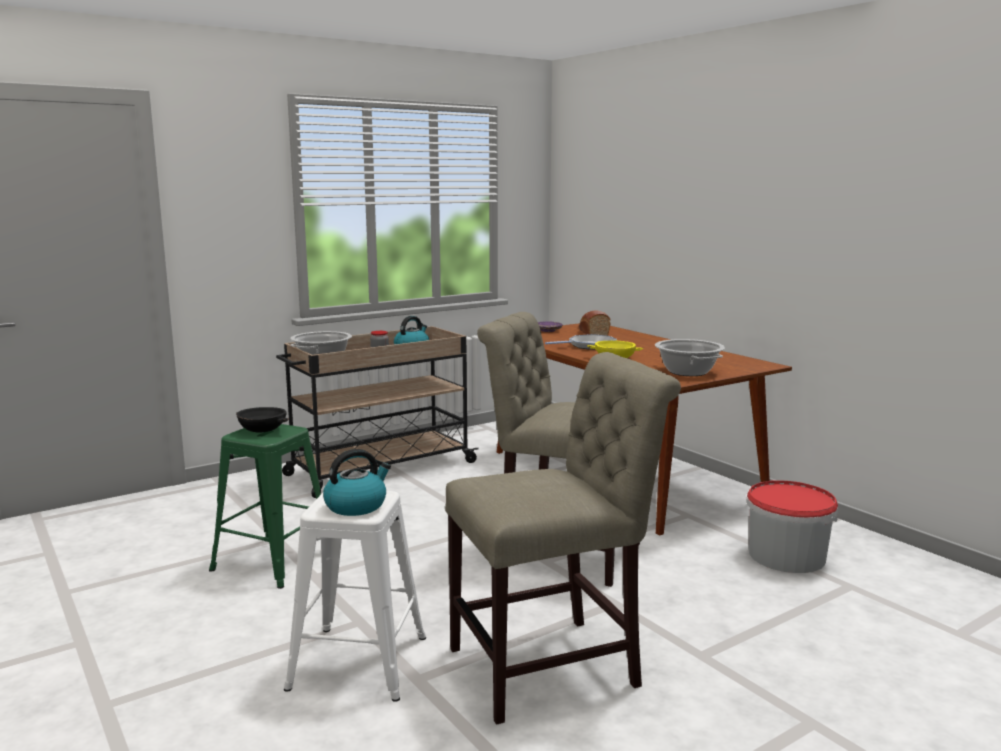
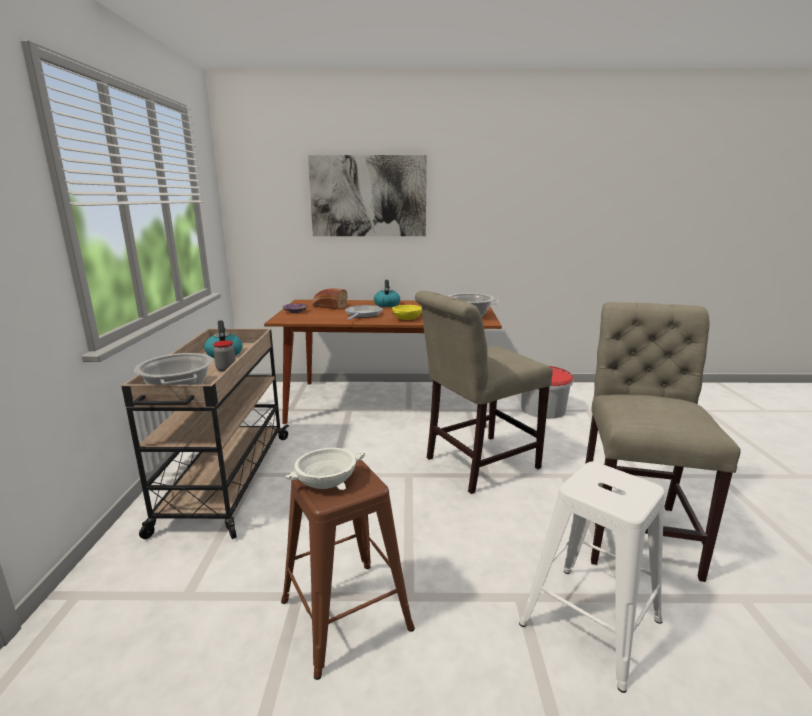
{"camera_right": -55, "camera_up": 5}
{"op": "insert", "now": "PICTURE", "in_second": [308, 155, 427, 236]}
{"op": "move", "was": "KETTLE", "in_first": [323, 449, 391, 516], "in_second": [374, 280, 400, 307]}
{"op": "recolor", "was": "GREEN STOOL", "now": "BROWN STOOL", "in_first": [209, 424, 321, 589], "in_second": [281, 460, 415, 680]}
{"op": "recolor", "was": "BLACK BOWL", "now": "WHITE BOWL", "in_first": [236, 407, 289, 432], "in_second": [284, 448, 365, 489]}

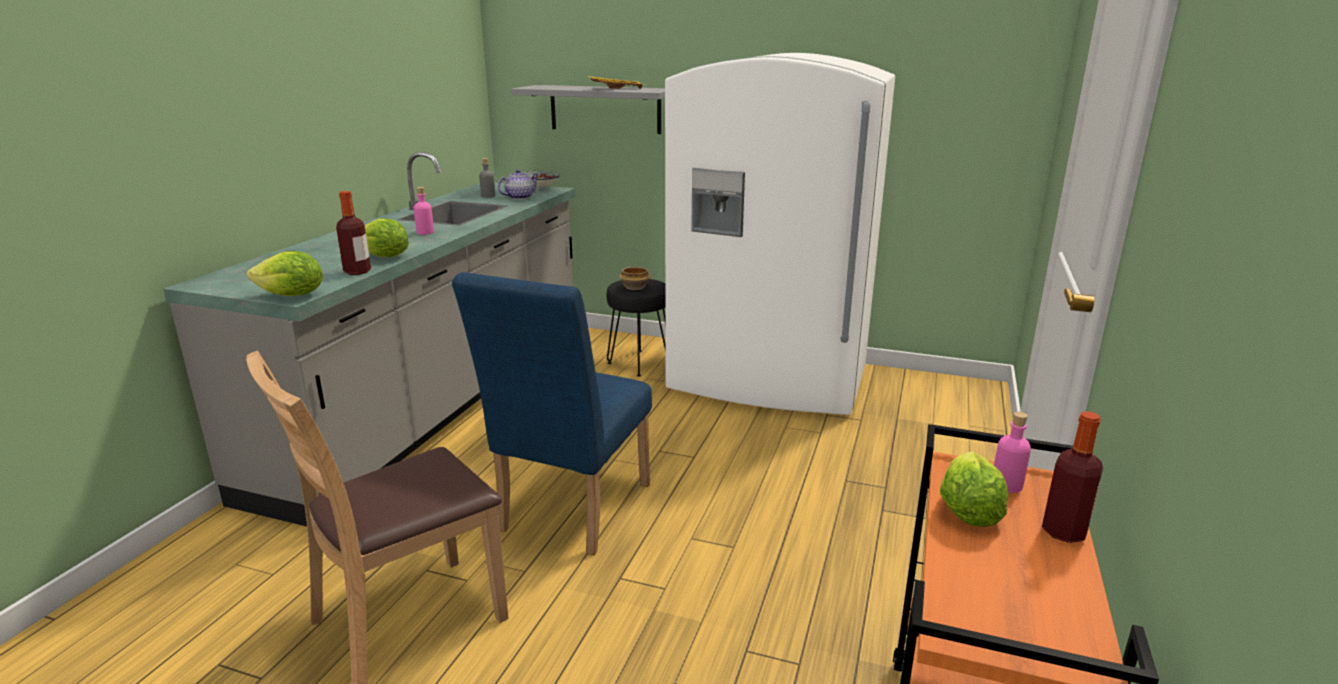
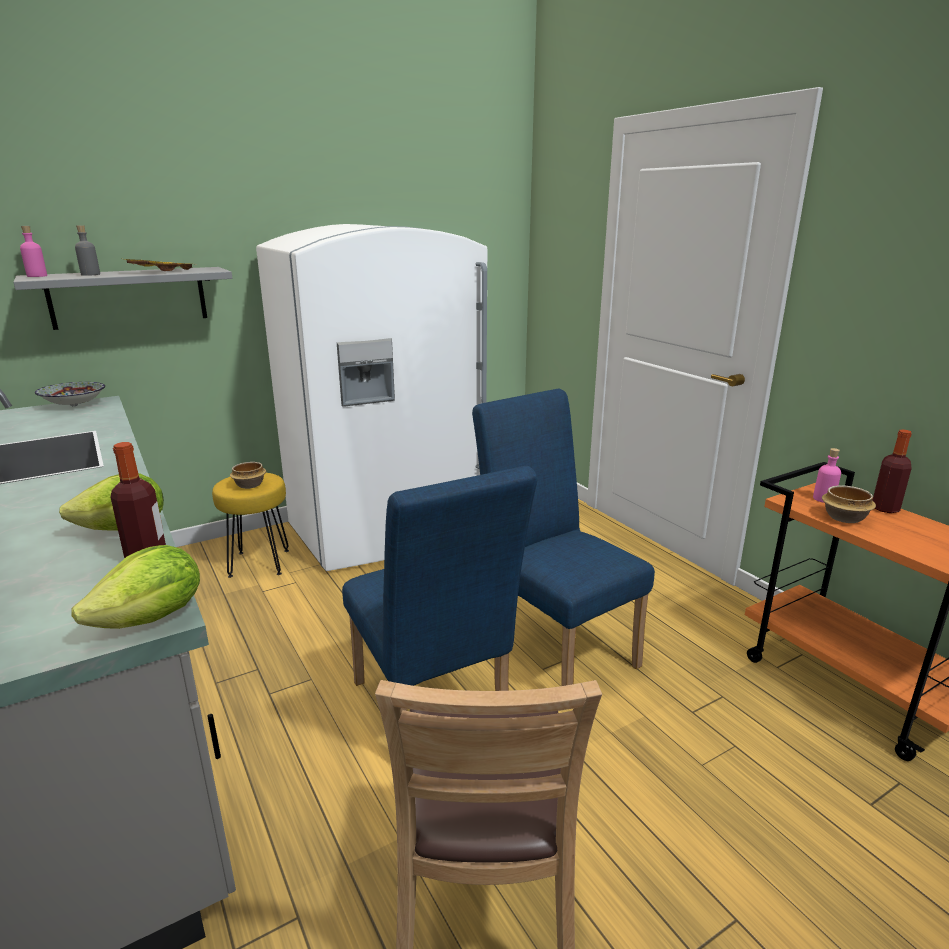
{"camera_right": -50, "camera_up": 0}
{"op": "delete", "was": "TEAPOT", "in_first": [498, 169, 538, 200]}
{"op": "insert", "now": "BLUE CHAIR", "in_second": [472, 388, 655, 686]}
{"op": "move", "was": "PINK BOTTLE", "in_first": [414, 187, 434, 235], "in_second": [20, 226, 47, 277]}
{"op": "move", "was": "GREY BOTTLE", "in_first": [479, 158, 495, 198], "in_second": [75, 225, 100, 276]}
{"op": "replace", "was": "LETTUCE", "now": "BOWL", "in_first": [940, 451, 1008, 527], "in_second": [822, 485, 876, 523]}
{"op": "recolor", "was": "BLACK STOOL", "now": "YELLOW STOOL", "in_first": [607, 279, 666, 377], "in_second": [212, 473, 289, 578]}

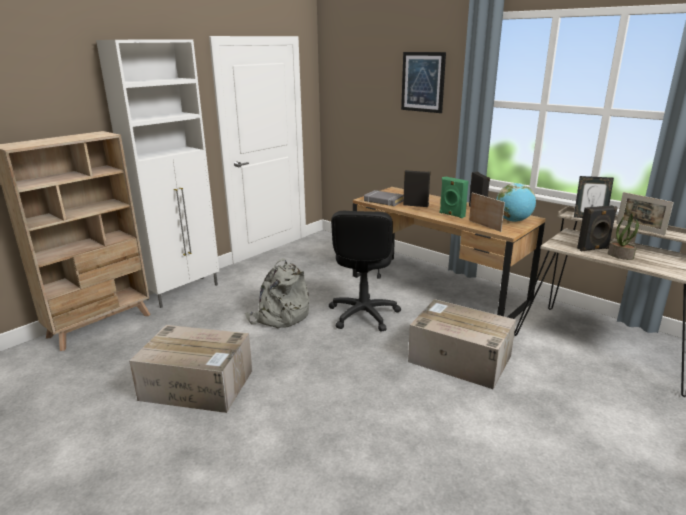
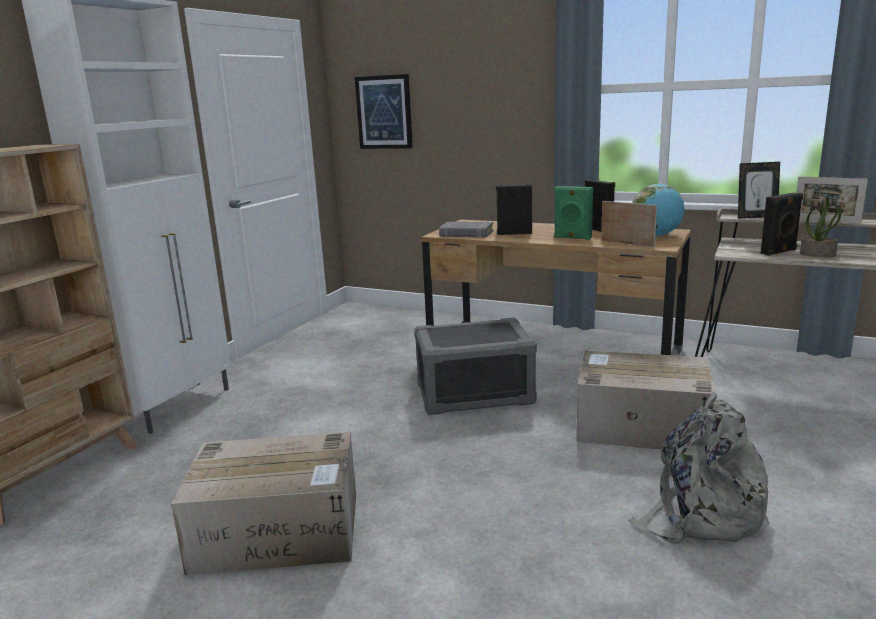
{"camera_right": -15, "camera_up": -5}
{"op": "move", "was": "GREY BACKPACK", "in_first": [245, 258, 310, 328], "in_second": [628, 392, 769, 544]}
{"op": "move", "was": "PICTURE", "in_first": [401, 52, 446, 113], "in_second": [355, 74, 413, 149]}
{"op": "replace", "was": "BLACK OFFICE CHAIR", "now": "GREY STORAGE BOX", "in_first": [329, 211, 401, 331], "in_second": [414, 317, 537, 415]}

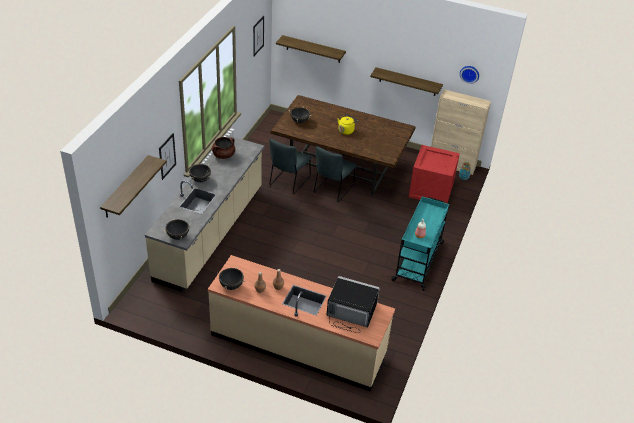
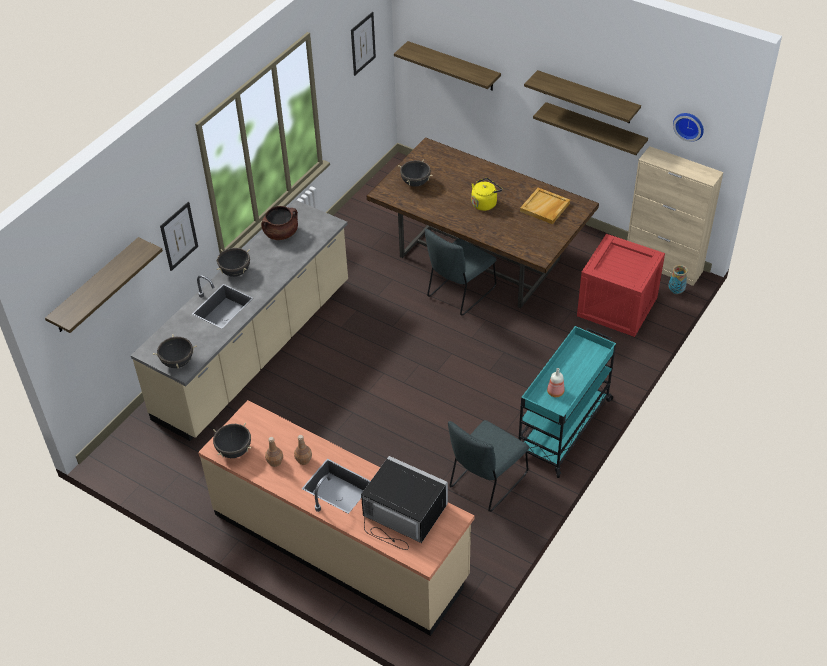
{"camera_right": 15, "camera_up": 5}
{"op": "insert", "now": "BEIGE TRAY", "in_second": [520, 188, 570, 224]}
{"op": "insert", "now": "SHELF", "in_second": [524, 70, 641, 124]}
{"op": "move", "was": "GREY CHAIR", "in_first": [269, 139, 312, 194], "in_second": [448, 420, 529, 512]}

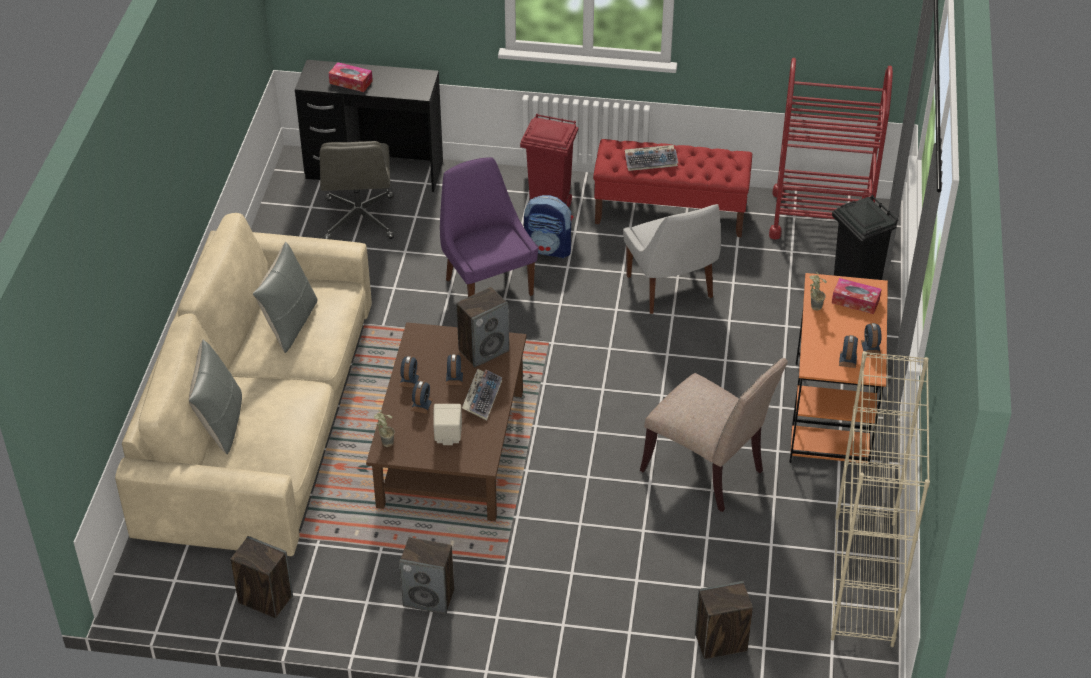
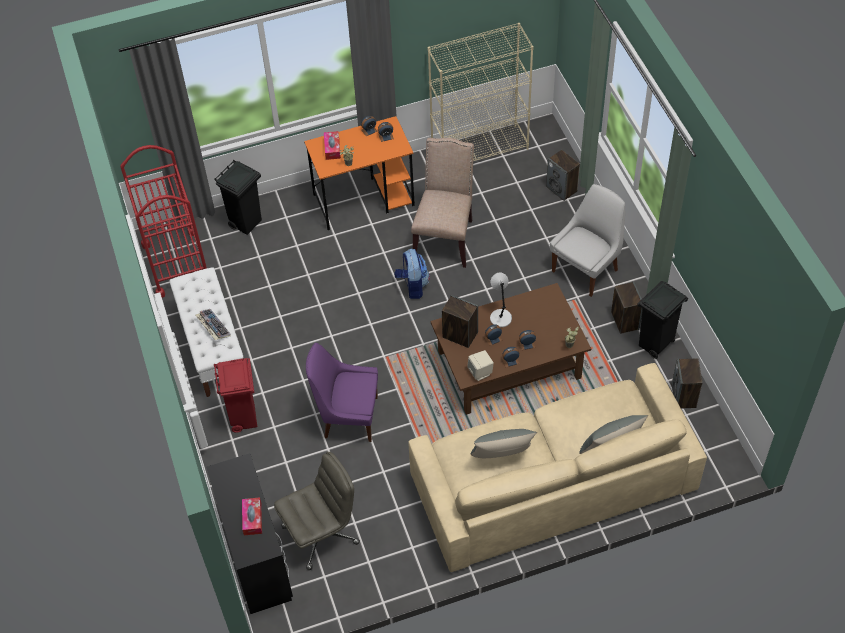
{"camera_right": -115, "camera_up": 10}
{"op": "insert", "now": "BLACK TRASH CAN", "in_second": [637, 281, 688, 359]}
{"op": "move", "was": "BEIGE SPEAKER", "in_first": [433, 404, 462, 445], "in_second": [467, 350, 494, 381]}
{"op": "move", "was": "BACKPACK", "in_first": [524, 195, 573, 258], "in_second": [394, 249, 430, 299]}
{"op": "move", "was": "WHITE CHAIR", "in_first": [623, 204, 721, 314], "in_second": [550, 184, 625, 297]}
{"op": "replace", "was": "KEYBOARD", "now": "GREY TABLE LAMP", "in_first": [462, 369, 502, 420], "in_second": [490, 273, 512, 327]}
{"op": "recolor", "was": "RED BENCH", "now": "WHITE BENCH", "in_first": [593, 139, 752, 237], "in_second": [169, 267, 244, 397]}
{"op": "rotate", "was": "PURPLE CHAIR", "in_first": [440, 157, 538, 297], "in_second": [306, 343, 378, 442], "clockwise": 60}

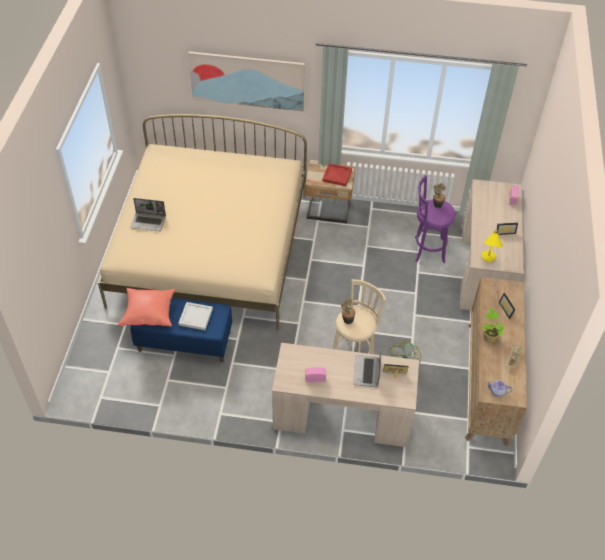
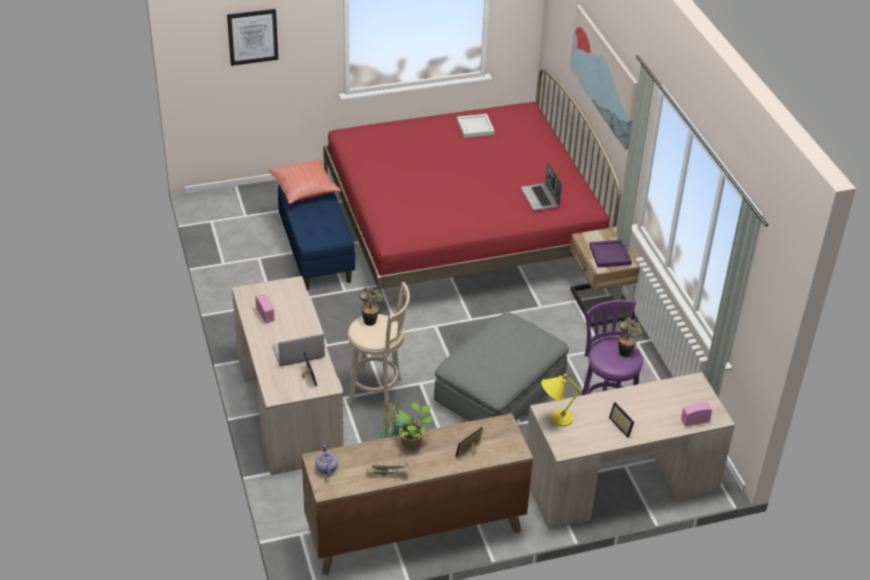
{"camera_right": 65, "camera_up": -10}
{"op": "insert", "now": "PICTURE", "in_second": [227, 9, 278, 66]}
{"op": "insert", "now": "GREY OTTOMAN", "in_second": [434, 312, 569, 421]}
{"op": "move", "was": "LAPTOP", "in_first": [131, 198, 166, 231], "in_second": [521, 163, 562, 210]}
{"op": "move", "was": "WHITE TRAY", "in_first": [178, 302, 213, 330], "in_second": [457, 114, 495, 138]}
{"op": "recolor", "was": "BEIGE BED", "now": "RED BED", "in_first": [98, 114, 307, 330], "in_second": [323, 68, 621, 314]}
{"op": "recolor", "was": "RED TRAY", "now": "PURPLE TRAY", "in_first": [322, 163, 352, 186], "in_second": [590, 240, 632, 268]}

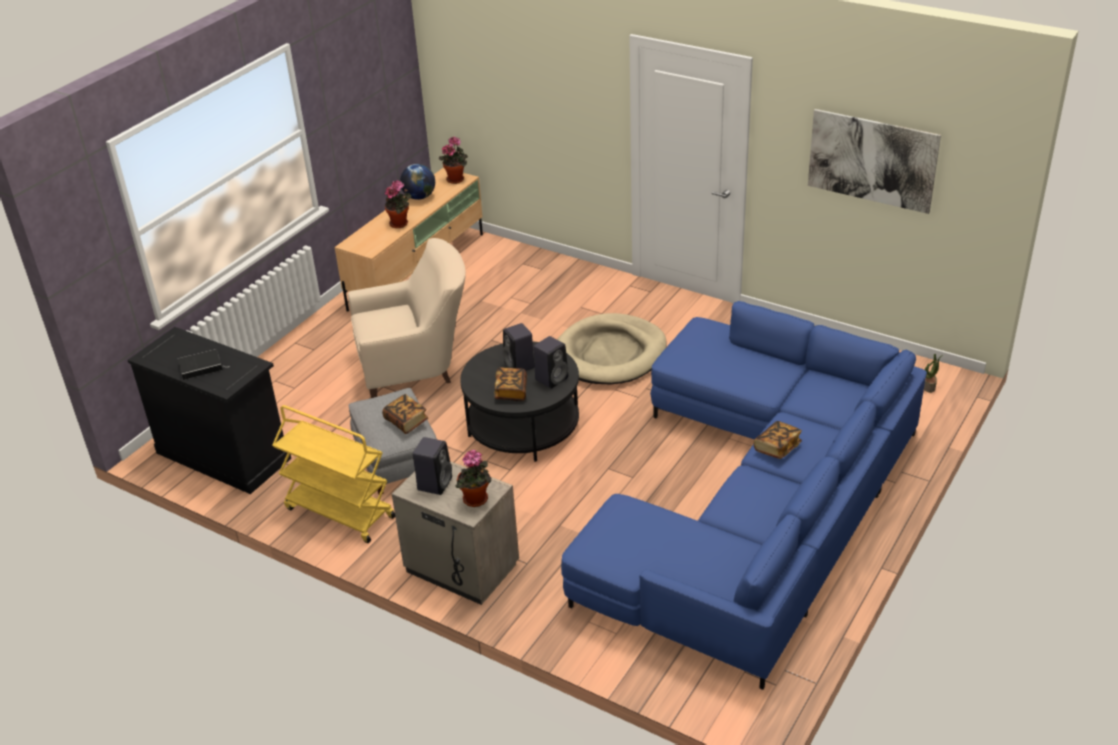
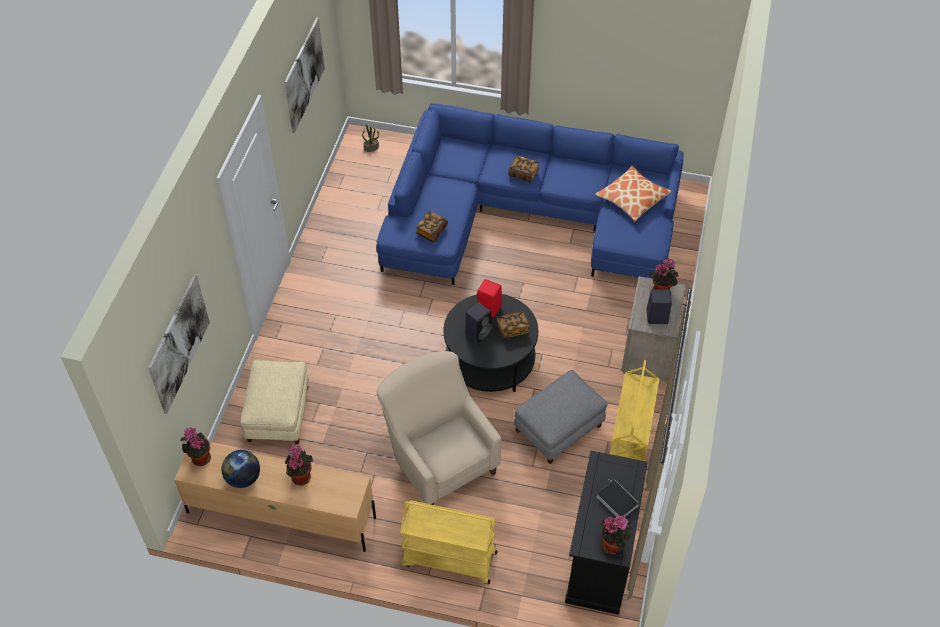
{"camera_right": -110, "camera_up": 15}
{"op": "delete", "was": "BEIGE DOG BED", "in_first": [557, 313, 667, 384]}
{"op": "insert", "now": "PICTURE", "in_second": [148, 274, 210, 414]}
{"op": "insert", "now": "BEIGE OTTOMAN", "in_second": [240, 360, 309, 444]}
{"op": "insert", "now": "YELLOW CART", "in_second": [400, 500, 497, 584]}
{"op": "insert", "now": "PILLOW", "in_second": [595, 165, 672, 221]}
{"op": "insert", "now": "POTTED PLANT", "in_second": [601, 515, 632, 554]}
{"op": "move", "was": "BOOK", "in_first": [382, 394, 428, 434], "in_second": [416, 211, 448, 242]}
{"op": "recolor", "was": "BLACK SPEAKER", "now": "RED SPEAKER", "in_first": [534, 336, 568, 389], "in_second": [477, 279, 502, 317]}

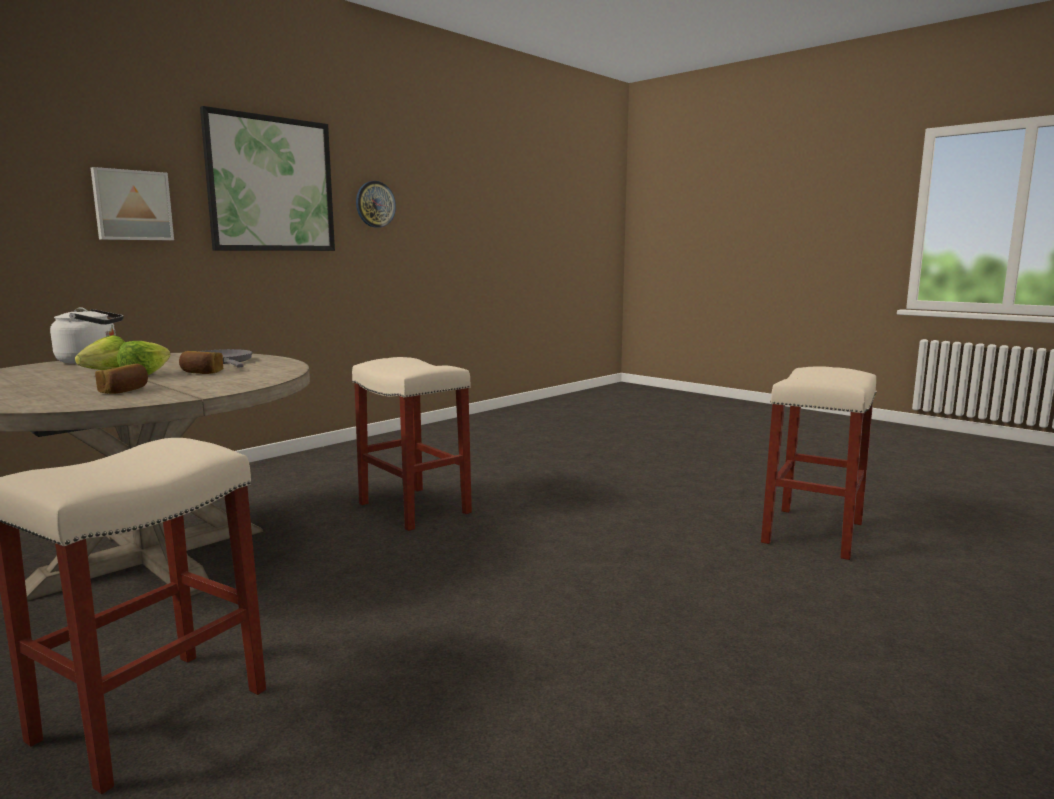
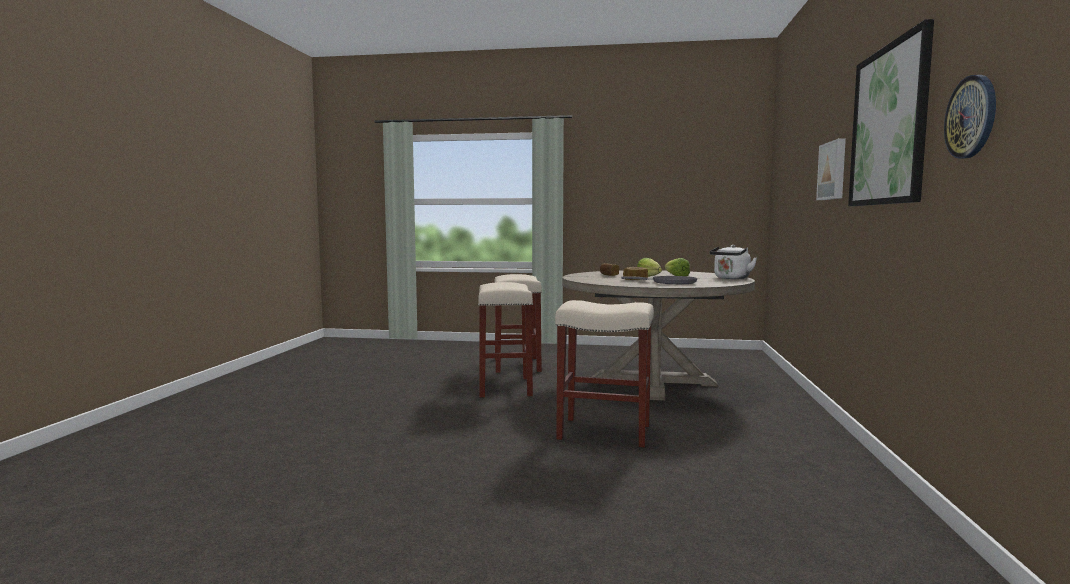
{"camera_right": 145, "camera_up": -5}
{"op": "move", "was": "BEIGE STOOL", "in_first": [761, 366, 877, 560], "in_second": [478, 282, 533, 397]}

